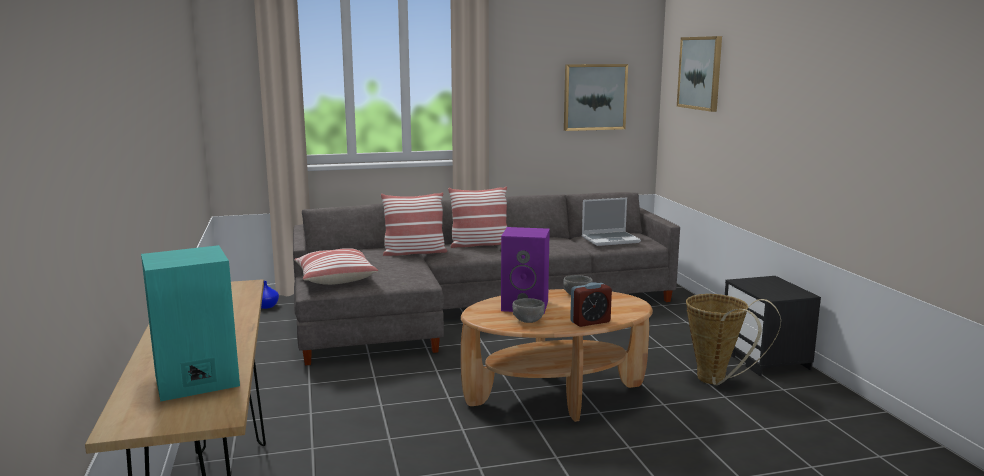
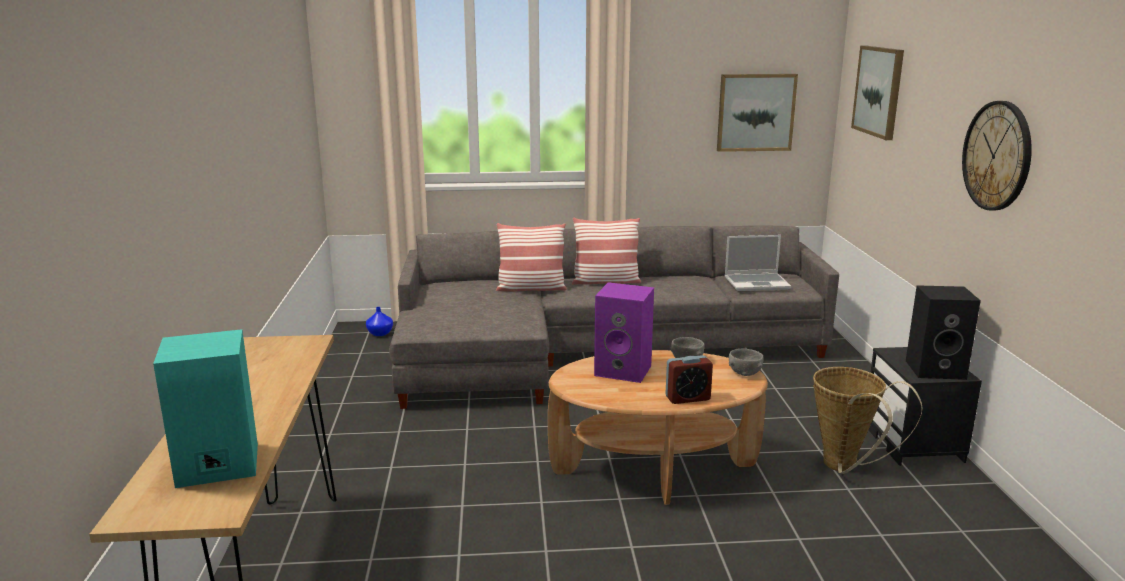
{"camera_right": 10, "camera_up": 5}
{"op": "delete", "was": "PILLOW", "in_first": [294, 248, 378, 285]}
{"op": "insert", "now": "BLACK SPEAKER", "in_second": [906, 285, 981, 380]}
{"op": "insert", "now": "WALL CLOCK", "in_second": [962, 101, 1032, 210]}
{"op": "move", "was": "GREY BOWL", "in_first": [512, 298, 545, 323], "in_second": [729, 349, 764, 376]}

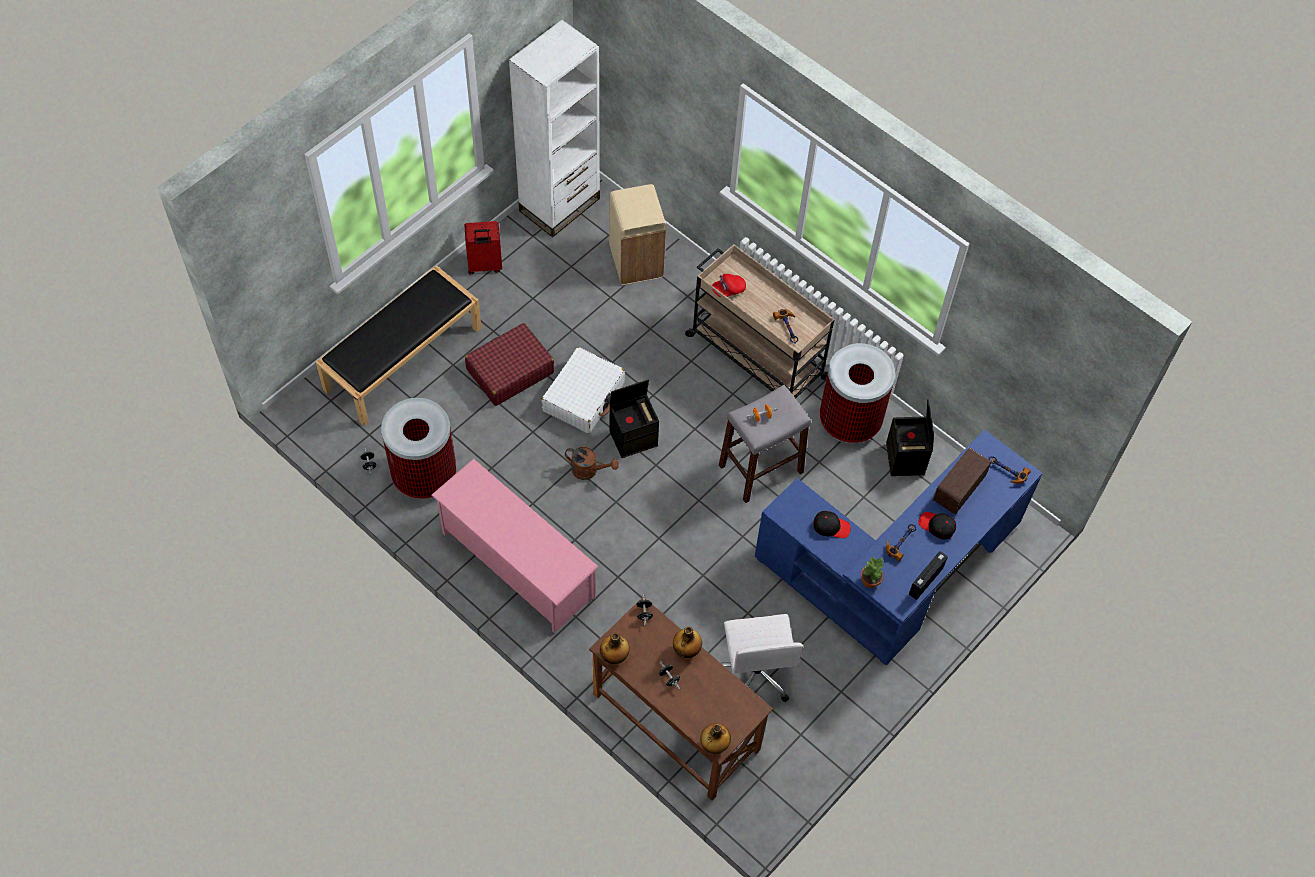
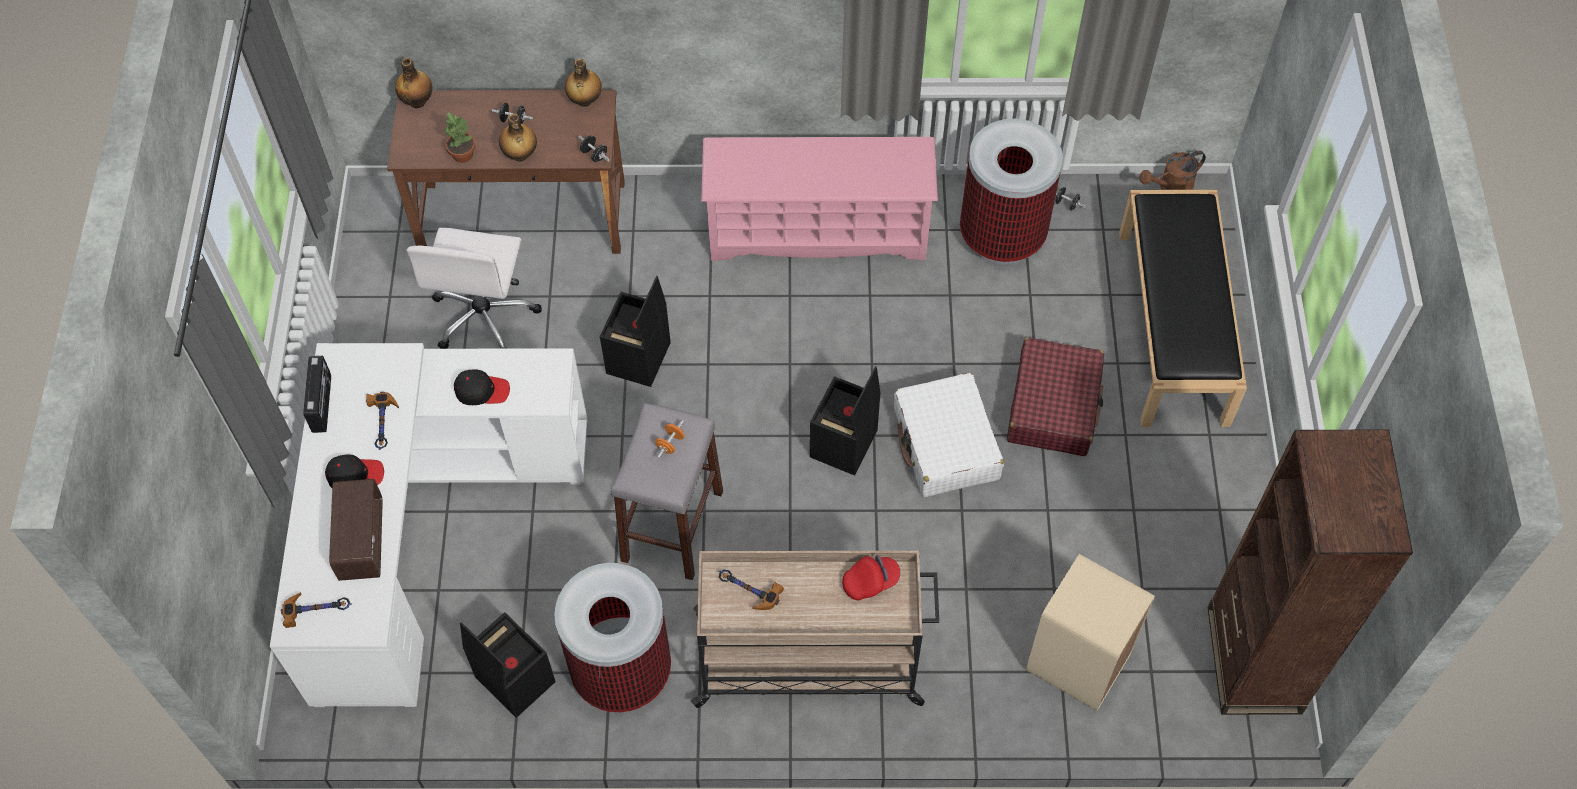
{"camera_right": 140, "camera_up": 0}
{"op": "delete", "was": "RED SUITCASE", "in_first": [464, 221, 502, 274]}
{"op": "insert", "now": "BLACK STORAGE BOX", "in_second": [600, 276, 671, 387]}
{"op": "move", "was": "BROWN WATERING CAN", "in_first": [565, 447, 619, 480], "in_second": [1139, 151, 1206, 190]}
{"op": "move", "was": "POTTED PLANT", "in_first": [861, 557, 884, 588], "in_second": [443, 111, 475, 163]}
{"op": "recolor", "was": "WHITE BOOKCASE", "now": "BROWN BOOKCASE", "in_first": [509, 20, 600, 238], "in_second": [1207, 430, 1413, 715]}
{"op": "recolor", "was": "BLUE DESK", "now": "WHITE DESK", "in_first": [755, 429, 1043, 665], "in_second": [270, 343, 587, 707]}
{"op": "rotate", "was": "RED CAP", "in_first": [712, 274, 746, 297], "in_second": [842, 555, 900, 600], "clockwise": 45}
{"op": "rotate", "was": "WHITE OFFICE CHAIR", "in_first": [721, 614, 804, 702], "in_second": [406, 228, 542, 349], "clockwise": -120}
{"op": "rotate", "was": "BLACK CAP", "in_first": [813, 511, 851, 538], "in_second": [454, 370, 510, 405], "clockwise": -150}

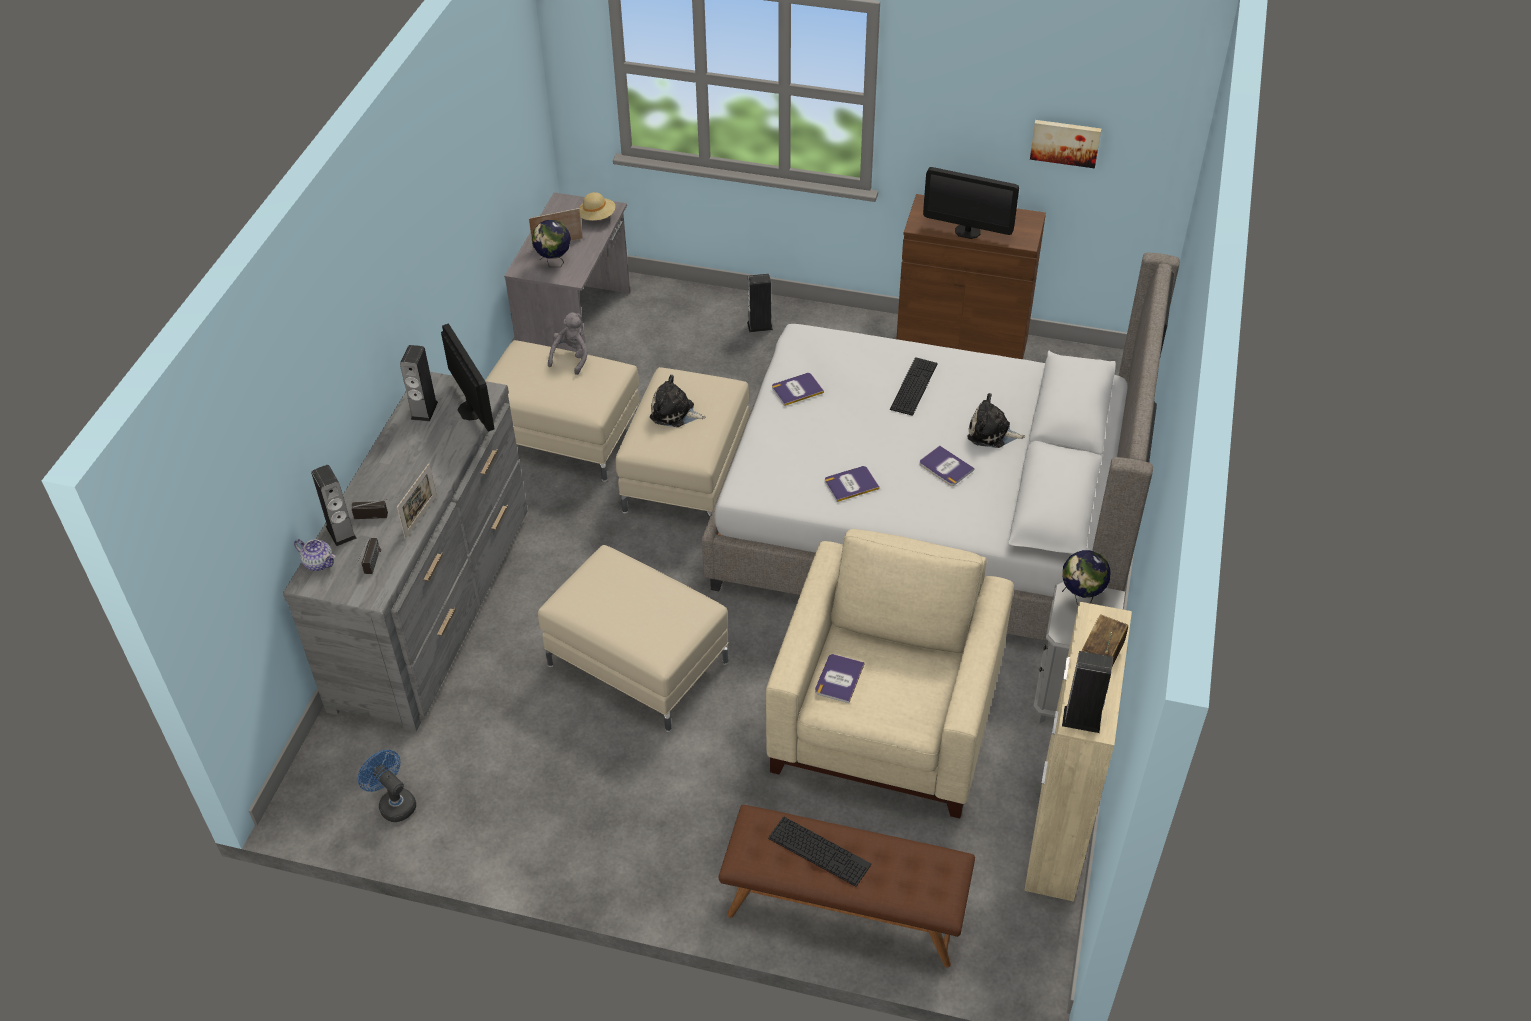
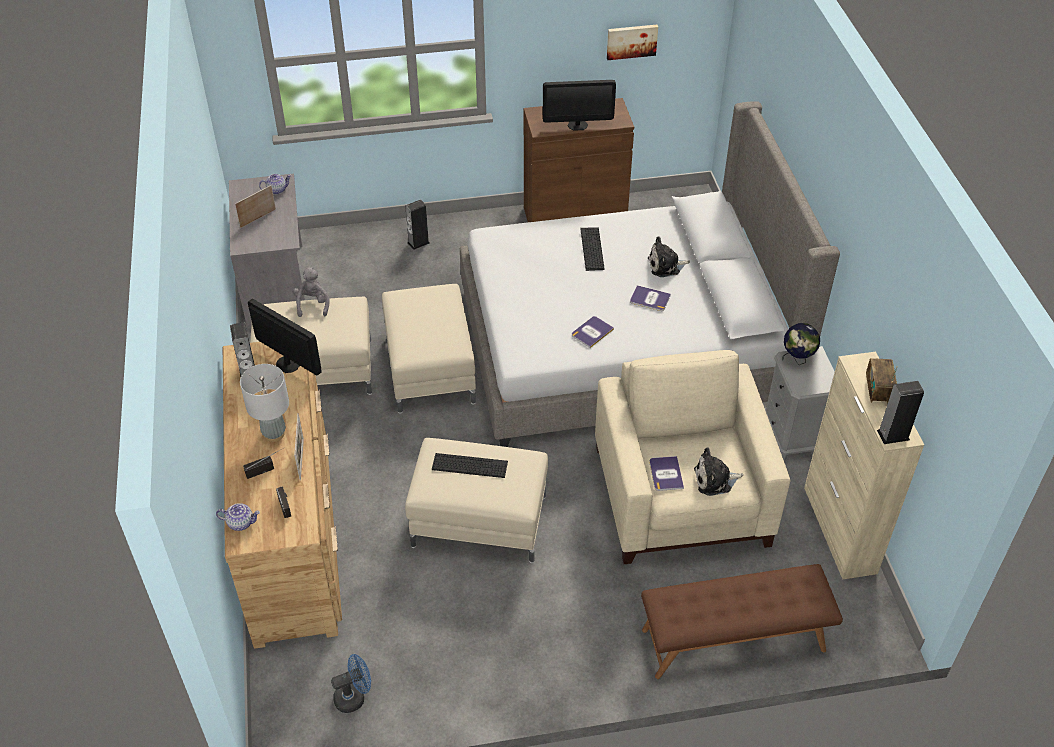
{"camera_right": -25, "camera_up": 0}
{"op": "delete", "was": "SPEAKER", "in_first": [311, 465, 357, 546]}
{"op": "delete", "was": "GLOBE", "in_first": [532, 220, 571, 267]}
{"op": "delete", "was": "BOOK", "in_first": [772, 373, 824, 406]}
{"op": "insert", "now": "GREY TABLE LAMP", "in_second": [240, 364, 289, 442]}
{"op": "move", "was": "PLUSH TOY", "in_first": [650, 375, 706, 427], "in_second": [694, 447, 743, 496]}
{"op": "move", "was": "KEYBOARD", "in_first": [768, 817, 871, 887], "in_second": [432, 453, 508, 478]}
{"op": "replace", "was": "BEIGE HAT", "now": "TEAPOT", "in_first": [579, 192, 615, 220], "in_second": [259, 174, 291, 194]}
{"op": "recolor", "was": "GREY DRESSER", "now": "BROWN DRESSER", "in_first": [283, 372, 528, 732], "in_second": [223, 342, 342, 649]}
{"op": "rotate", "was": "BLUE FAN", "in_first": [358, 750, 416, 822], "in_second": [331, 654, 371, 713], "clockwise": 135}

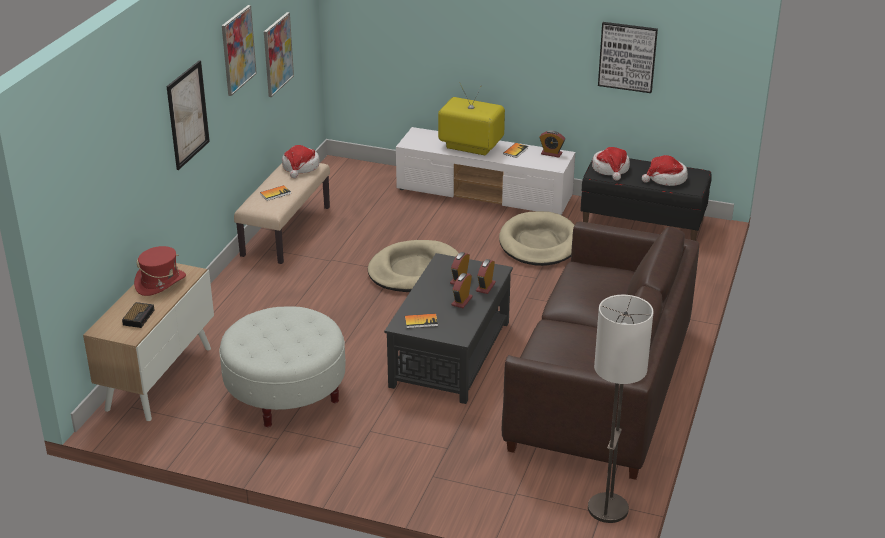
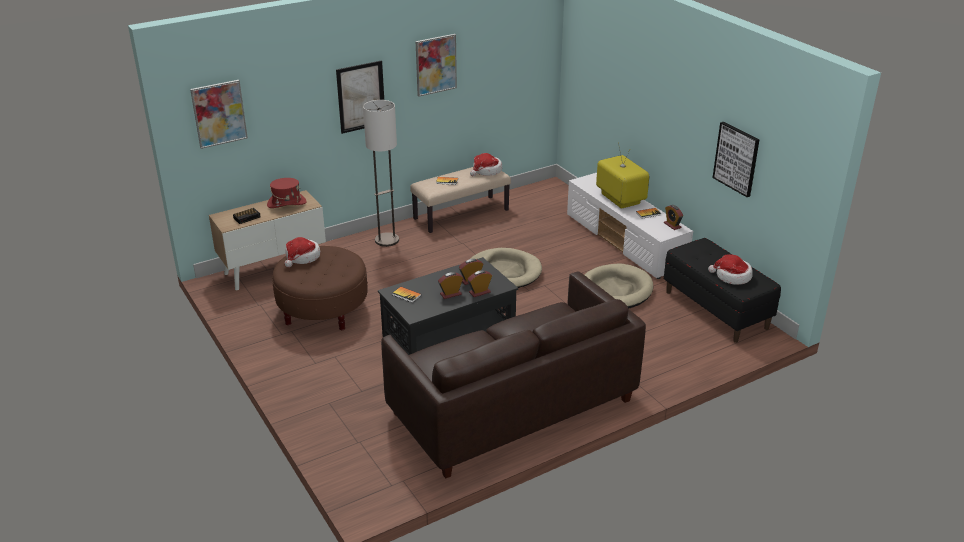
{"camera_right": 40, "camera_up": 0}
{"op": "move", "was": "PICTURE", "in_first": [264, 12, 294, 97], "in_second": [190, 80, 248, 149]}
{"op": "move", "was": "FLOOR LAMP", "in_first": [588, 295, 653, 523], "in_second": [363, 100, 399, 247]}
{"op": "move", "was": "HAT", "in_first": [592, 147, 630, 180], "in_second": [285, 237, 320, 267]}
{"op": "recolor", "was": "WHITE OTTOMAN", "now": "BROWN OTTOMAN", "in_first": [219, 306, 346, 427], "in_second": [272, 246, 368, 330]}

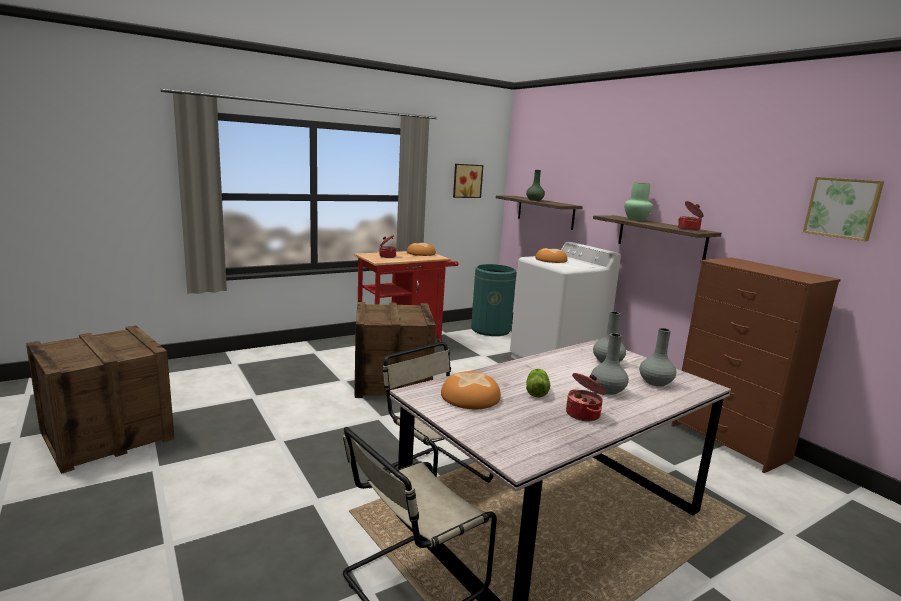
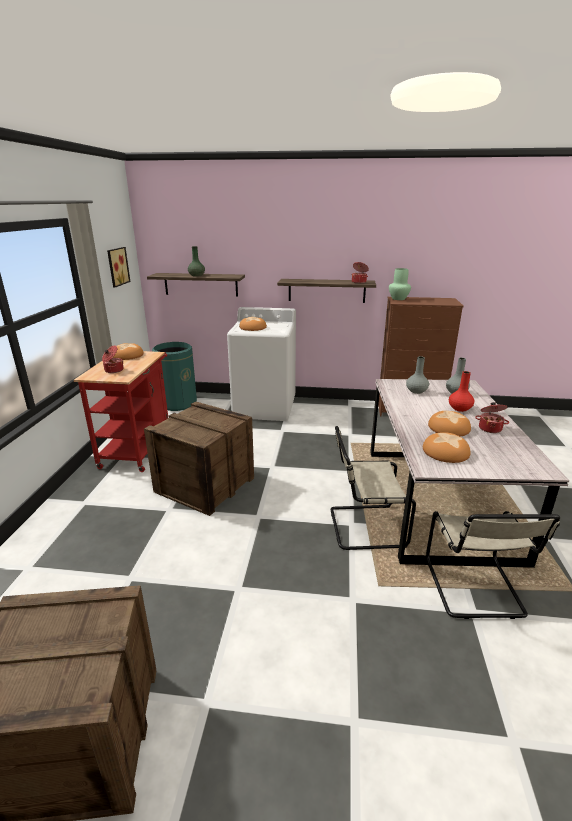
{"camera_right": -50, "camera_up": 10}
{"op": "delete", "was": "PICTURE", "in_first": [803, 177, 884, 241]}
{"op": "move", "was": "GREEN VASE", "in_first": [624, 183, 653, 221], "in_second": [389, 268, 411, 300]}
{"op": "replace", "was": "LETTUCE", "now": "BREAD", "in_first": [526, 369, 550, 398], "in_second": [428, 411, 471, 437]}
{"op": "recolor", "was": "GREY VASE", "now": "RED VASE", "in_first": [591, 333, 629, 395], "in_second": [449, 371, 474, 412]}

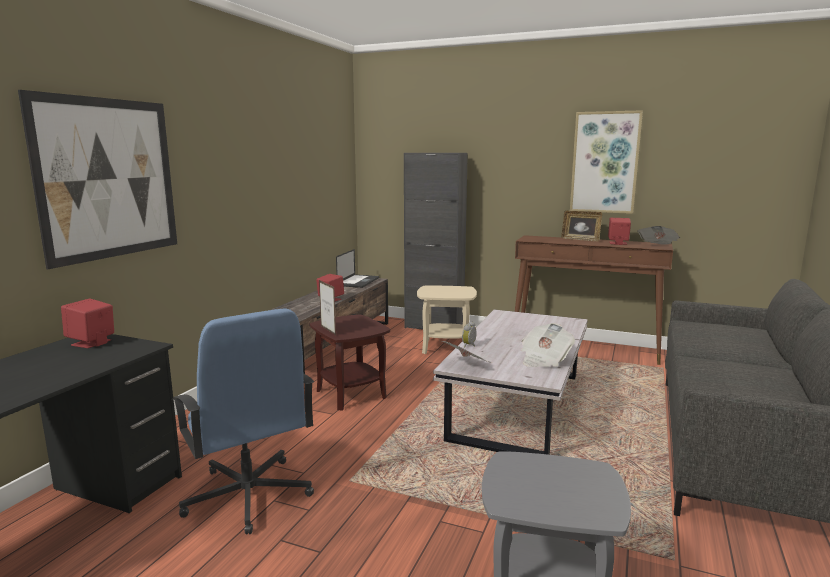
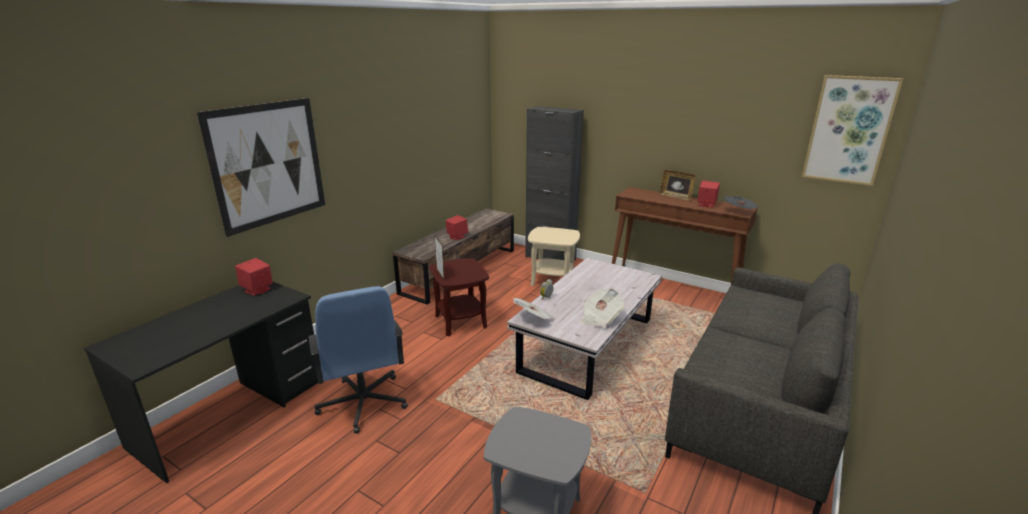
{"camera_right": 10, "camera_up": 10}
{"op": "delete", "was": "LAPTOP", "in_first": [336, 249, 379, 288]}
{"op": "move", "was": "PICTURE", "in_first": [570, 110, 643, 214], "in_second": [802, 75, 903, 186]}

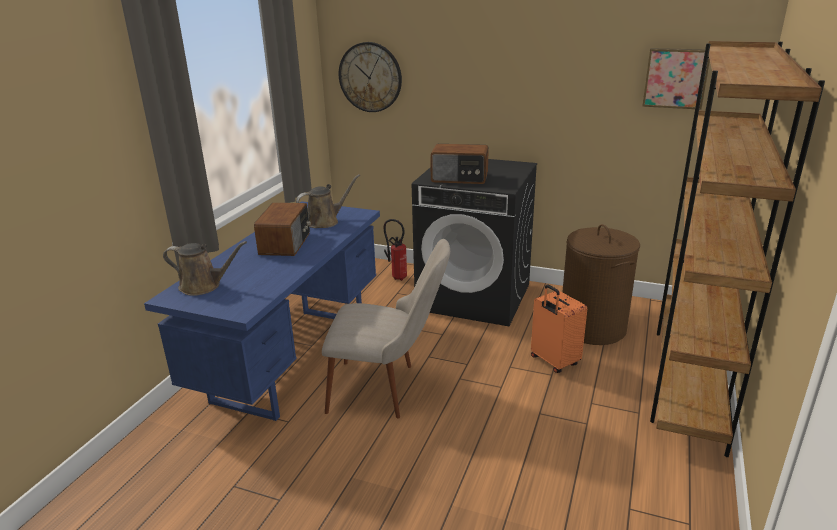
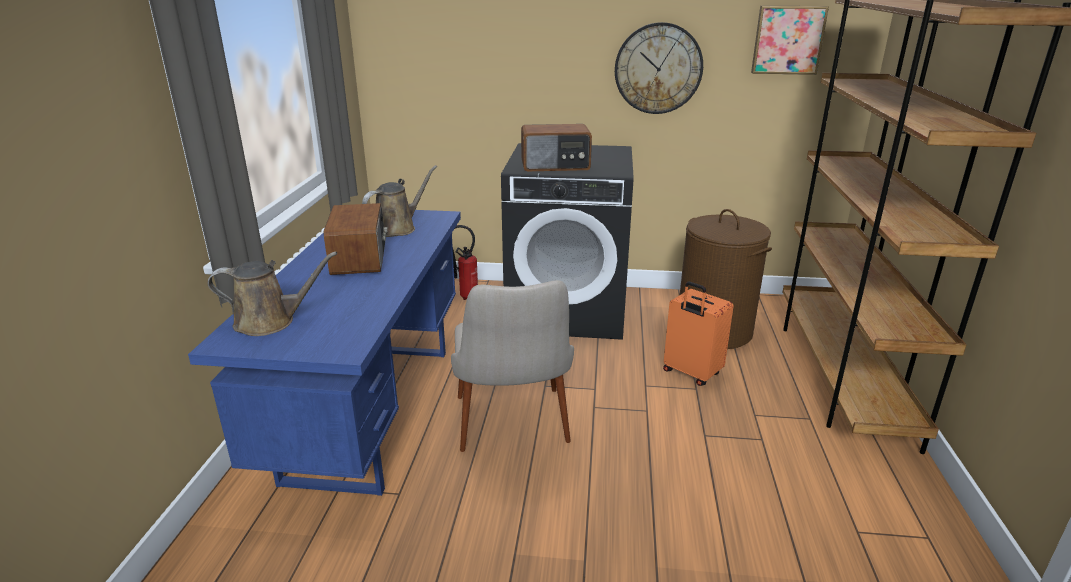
{"camera_right": -15, "camera_up": 0}
{"op": "move", "was": "WALL CLOCK", "in_first": [339, 42, 402, 112], "in_second": [615, 22, 703, 114]}
{"op": "rotate", "was": "BEIGE CHAIR", "in_first": [322, 239, 450, 419], "in_second": [451, 280, 574, 452], "clockwise": 90}

